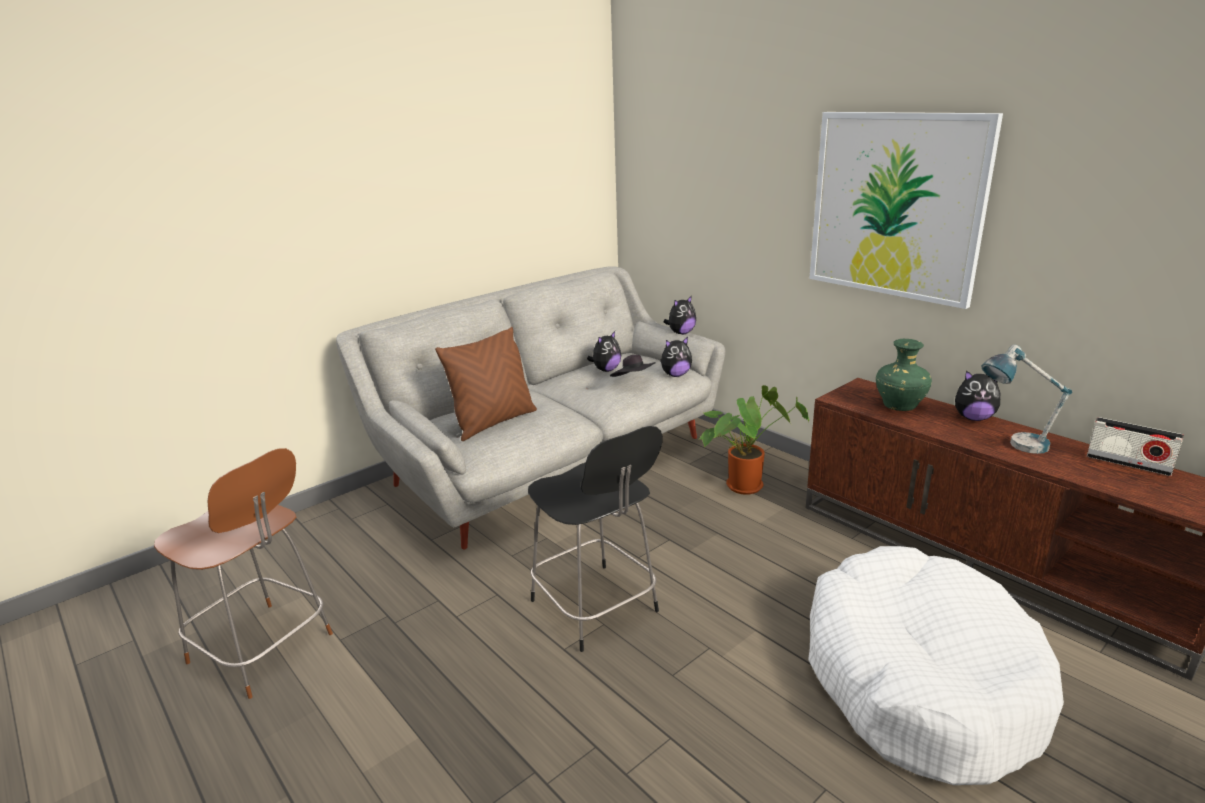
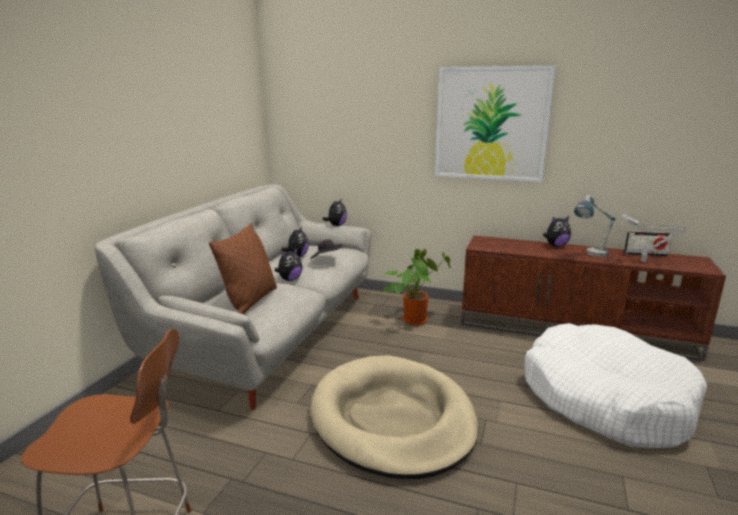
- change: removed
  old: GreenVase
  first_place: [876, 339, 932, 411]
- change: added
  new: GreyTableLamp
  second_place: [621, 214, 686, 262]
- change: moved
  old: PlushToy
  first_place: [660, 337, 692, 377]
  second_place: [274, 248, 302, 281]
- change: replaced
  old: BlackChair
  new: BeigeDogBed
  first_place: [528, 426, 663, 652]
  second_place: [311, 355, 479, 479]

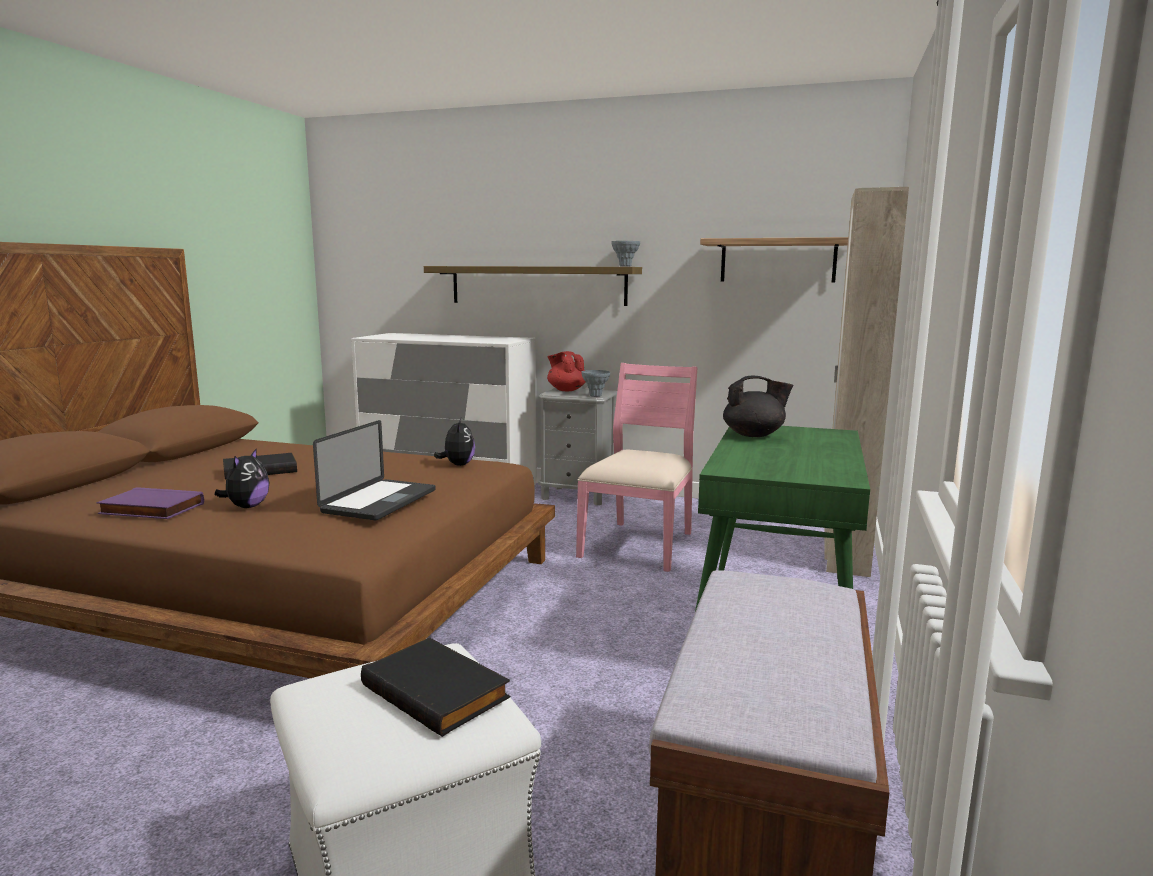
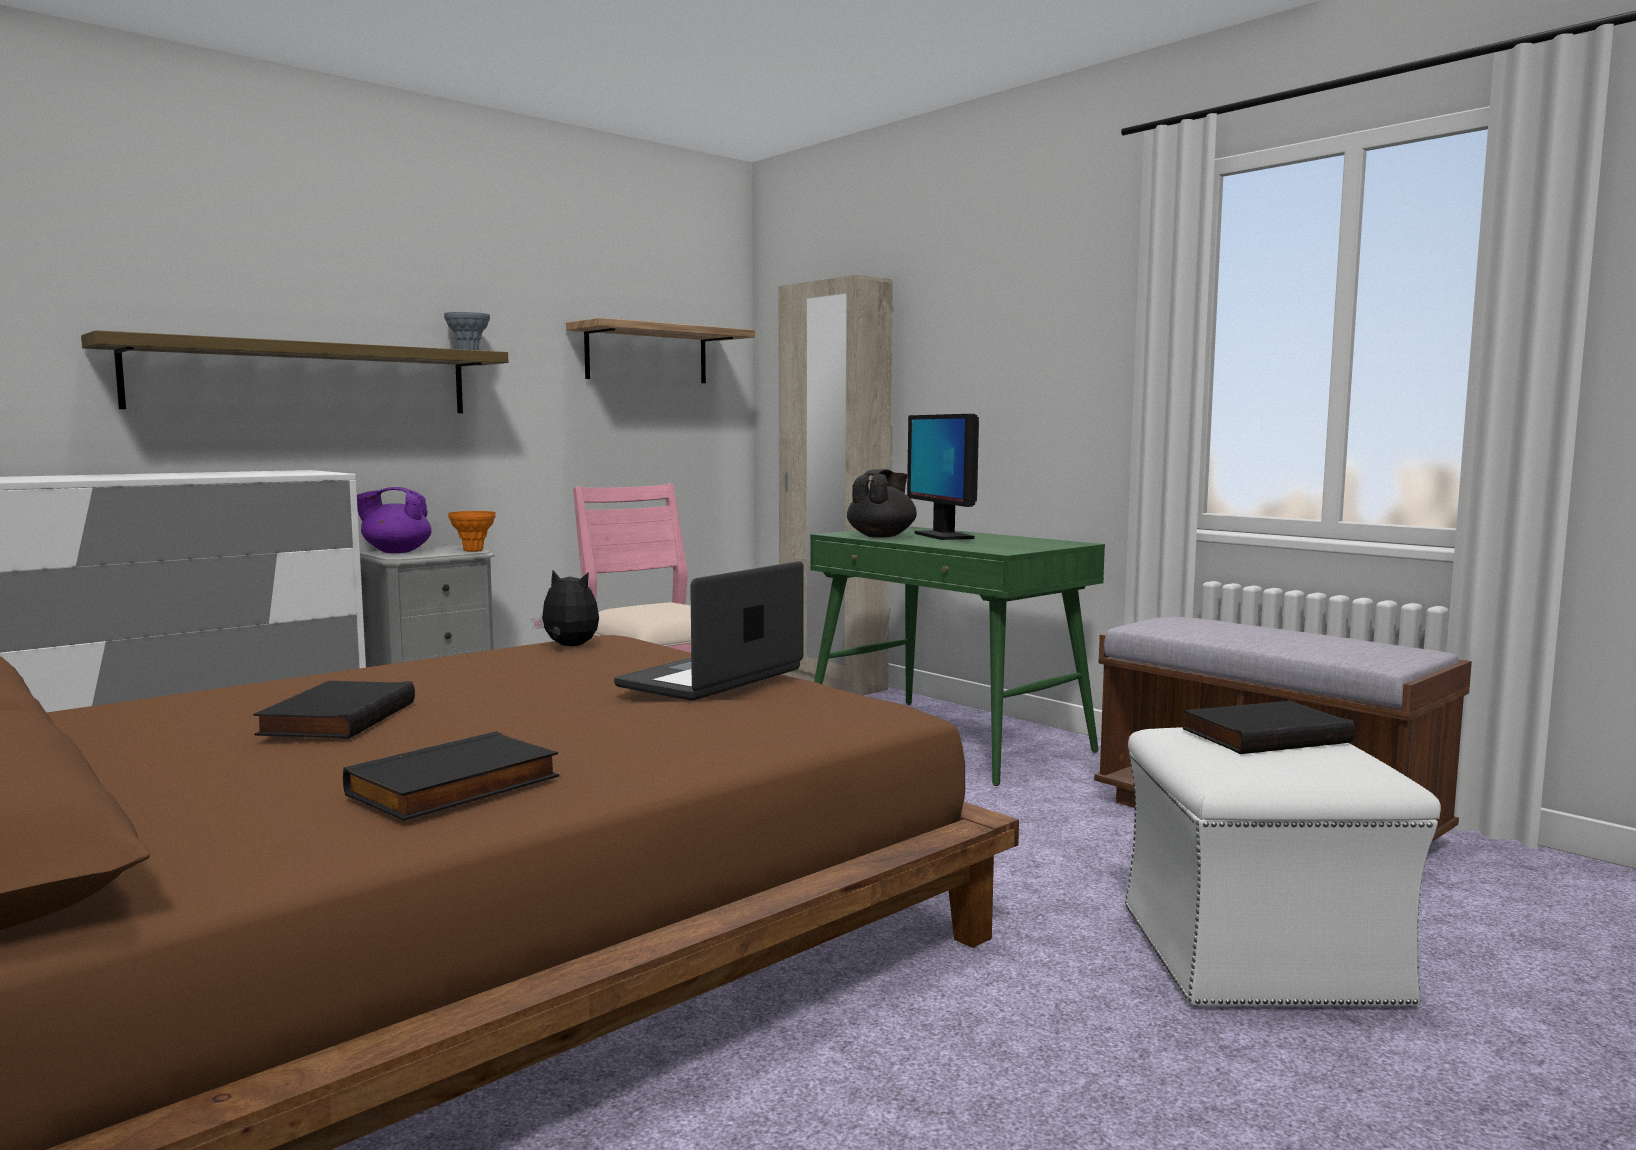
- change: removed
  old: PlushToy
  first_place: [214, 448, 269, 508]
- change: added
  new: Monitor
  second_place: [907, 414, 979, 540]
- change: recoloured
  old: PurpleBook
  new: BlackBook
  first_place: [96, 487, 204, 519]
  second_place: [343, 731, 559, 821]
- change: recoloured
  old: RedTeapot
  new: PurpleTeapot
  first_place: [547, 351, 585, 391]
  second_place: [357, 487, 432, 553]
- change: recoloured
  old: GreyVase
  new: OrangeVase
  first_place: [581, 370, 610, 397]
  second_place: [448, 511, 496, 552]
- change: turned
  old: Laptop
  first_place: [313, 420, 436, 521]
  second_place: [614, 561, 804, 701]
  degrees: -105

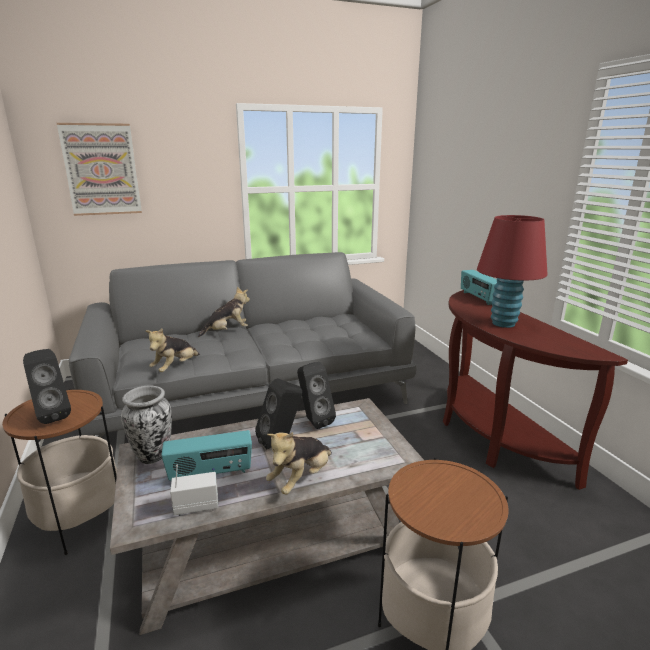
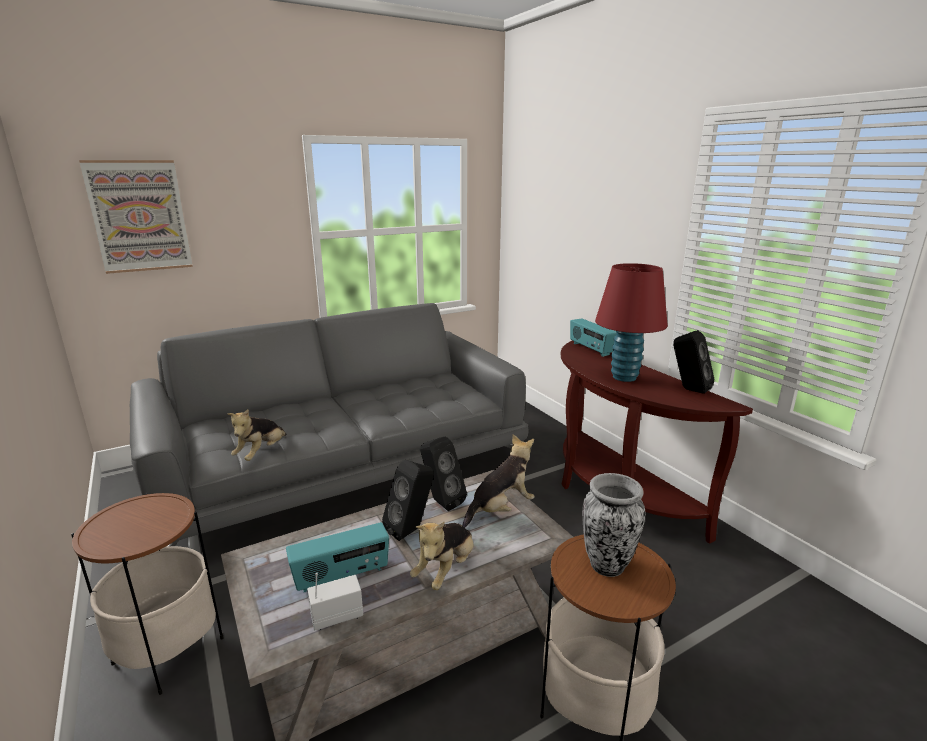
- change: moved
  old: BlackSpeaker
  first_place: [23, 349, 71, 424]
  second_place: [673, 330, 714, 394]
- change: moved
  old: Vase
  first_place: [121, 386, 172, 464]
  second_place: [582, 473, 645, 577]
- change: moved
  old: PlushToy
  first_place: [198, 287, 250, 337]
  second_place: [462, 434, 534, 528]

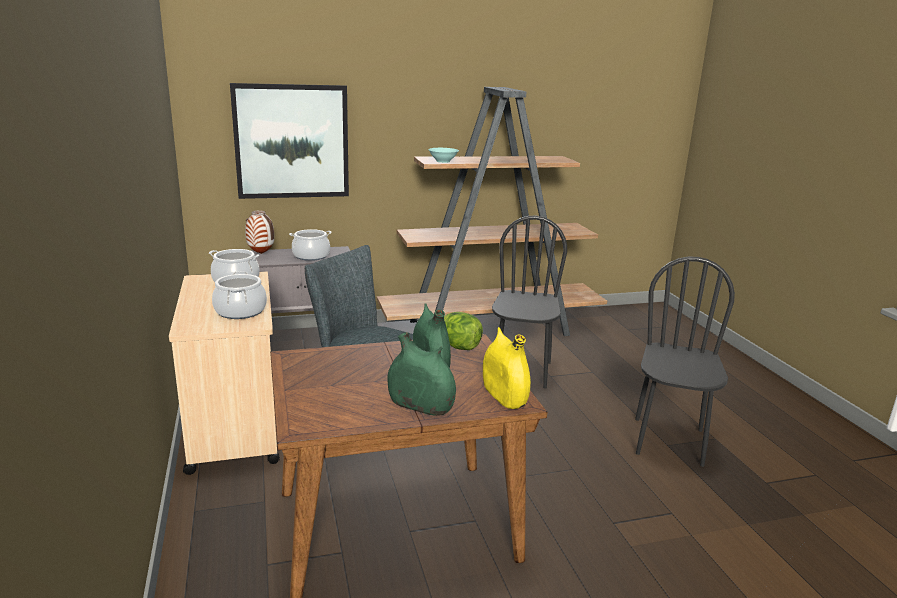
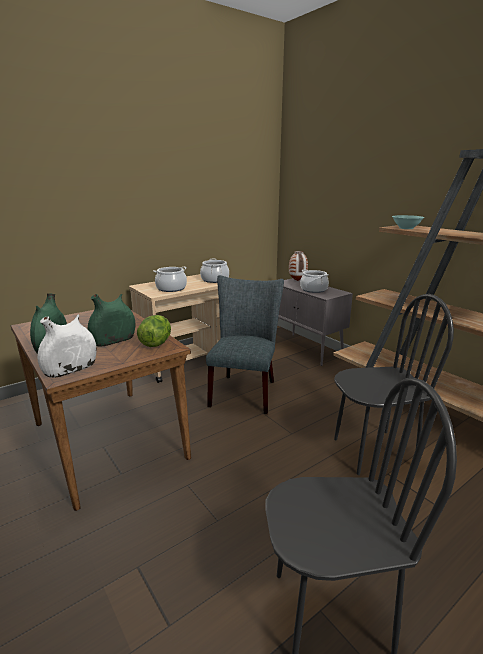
- change: removed
  old: Picture
  first_place: [230, 83, 349, 199]
- change: recoloured
  old: YellowVase
  new: WhiteVase
  first_place: [483, 327, 531, 409]
  second_place: [38, 315, 97, 378]

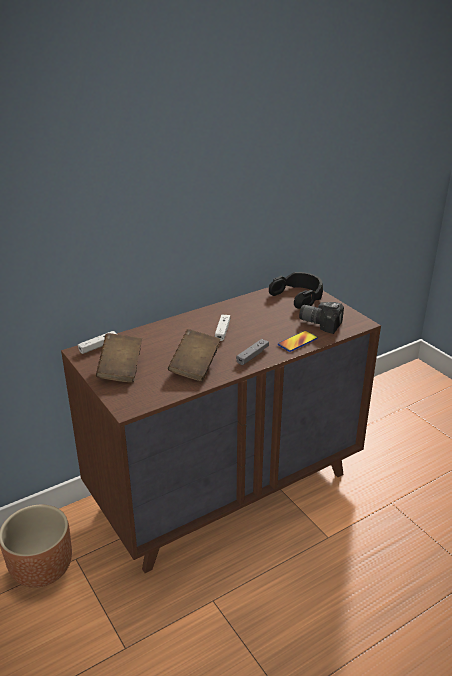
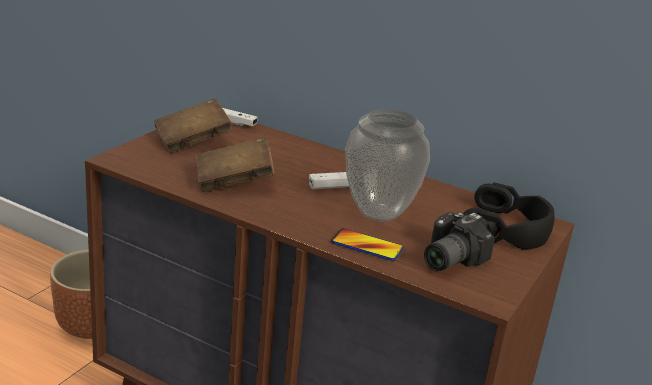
- change: removed
  old: GreyGameController
  first_place: [236, 339, 269, 365]
- change: added
  new: Vase
  second_place: [345, 109, 430, 221]
- change: turned
  old: PhotoCamera
  first_place: [299, 302, 344, 334]
  second_place: [424, 212, 495, 271]
  degrees: -135

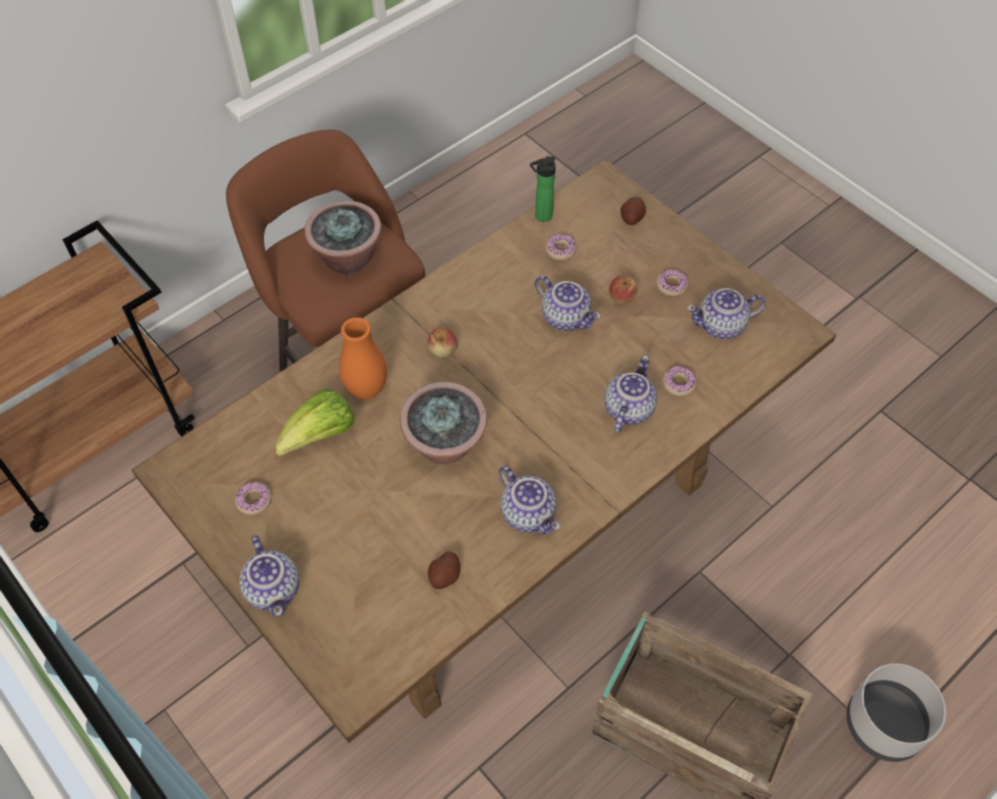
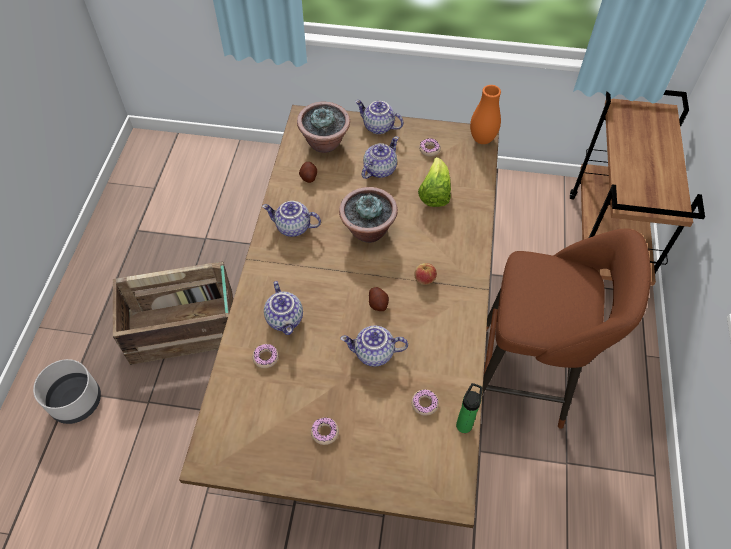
- change: removed
  old: Apple
  first_place: [609, 276, 637, 305]
- change: moved
  old: PottedPlant
  first_place: [304, 201, 382, 274]
  second_place: [297, 102, 350, 153]
- change: moved
  old: OrangeVase
  first_place: [339, 317, 387, 399]
  second_place: [470, 85, 501, 144]
- change: moved
  old: Potato
  first_place: [620, 197, 646, 225]
  second_place: [369, 287, 389, 311]
- change: moved
  old: Teapot
  first_place: [687, 288, 766, 339]
  second_place: [362, 136, 399, 179]

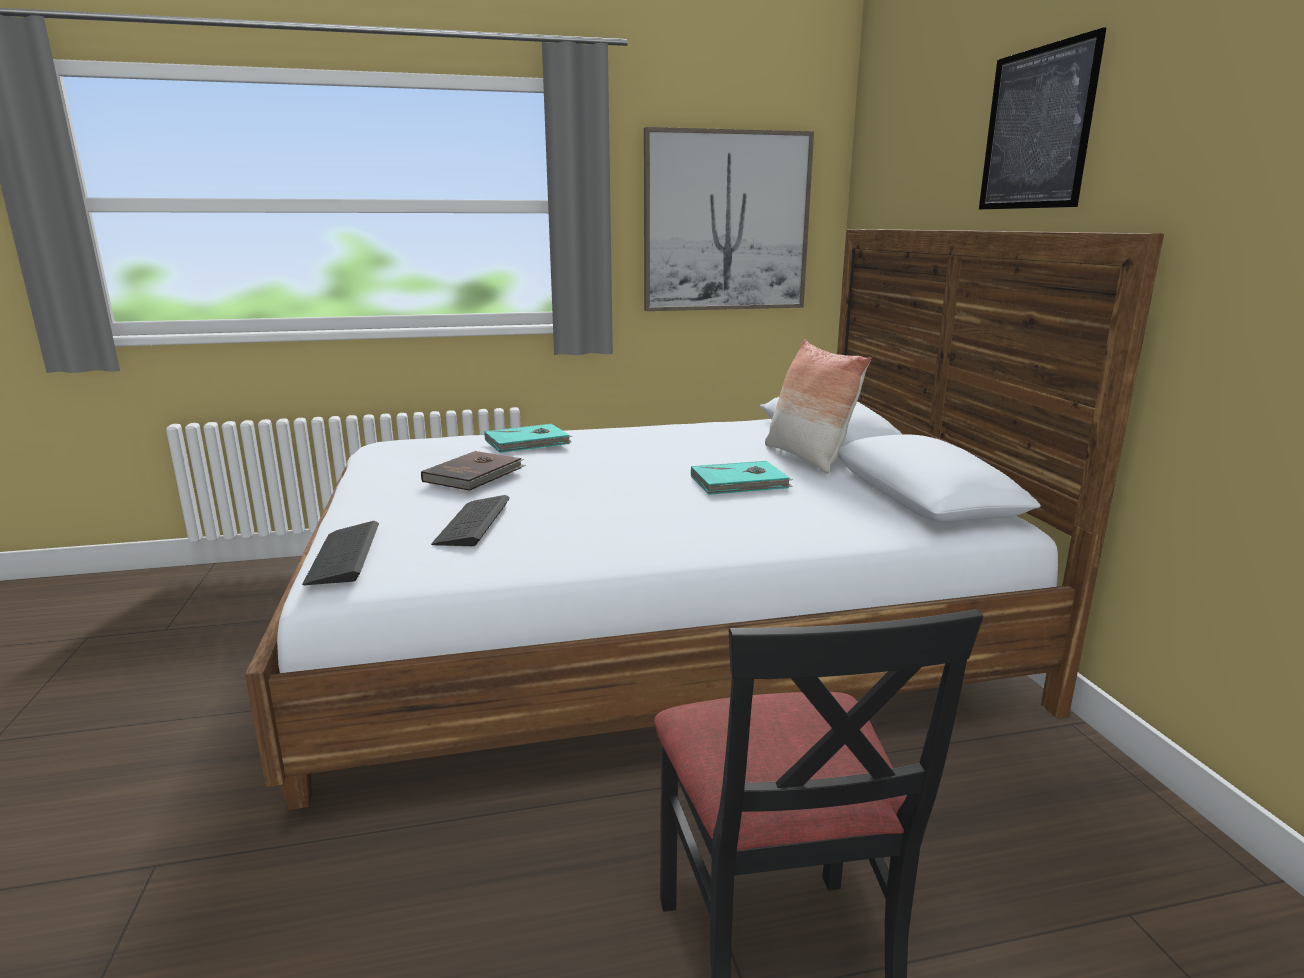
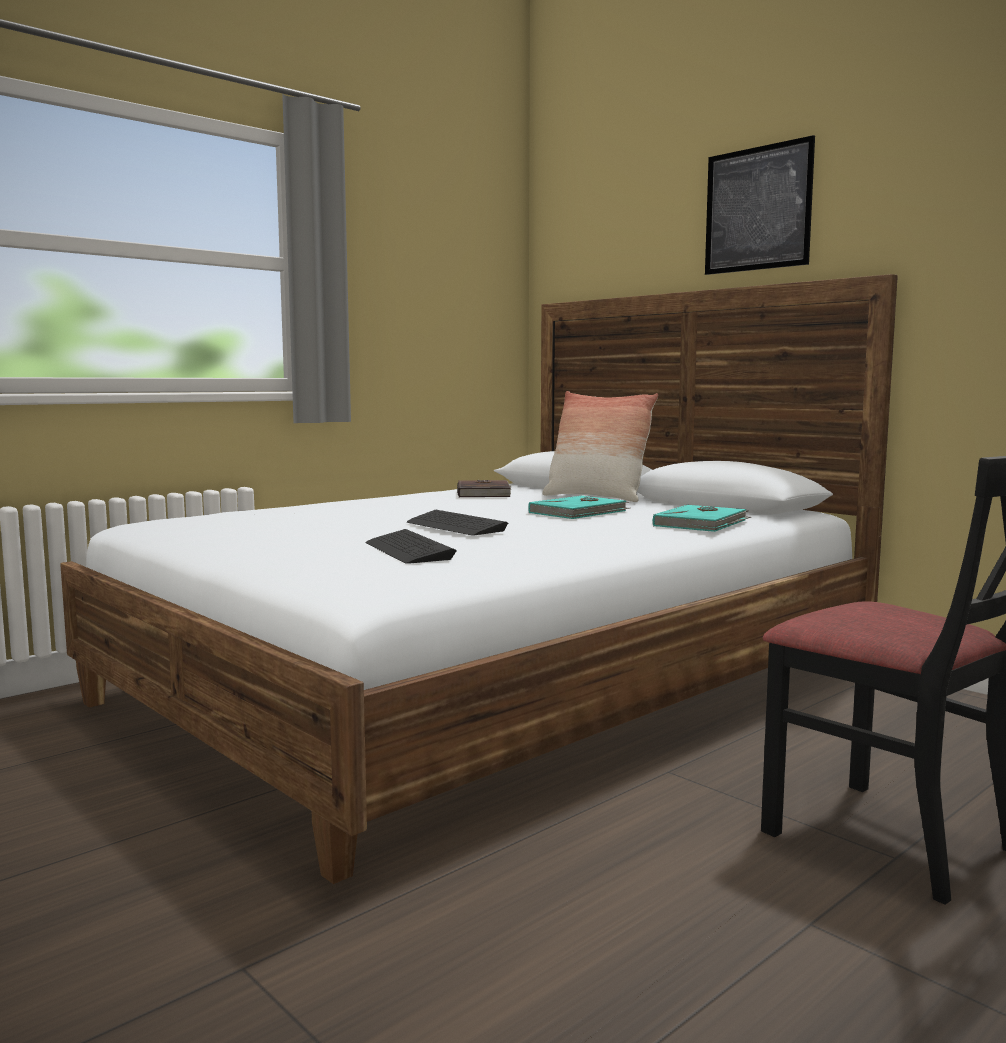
- change: removed
  old: Picture
  first_place: [644, 127, 814, 311]
- change: moved
  old: Keyboard
  first_place: [302, 521, 379, 585]
  second_place: [407, 510, 508, 535]
- change: moved
  old: BrownBook
  first_place: [421, 451, 526, 491]
  second_place: [457, 480, 511, 497]
- change: moved
  old: TurquoiseBook
  first_place: [485, 424, 572, 453]
  second_place: [653, 505, 751, 532]

